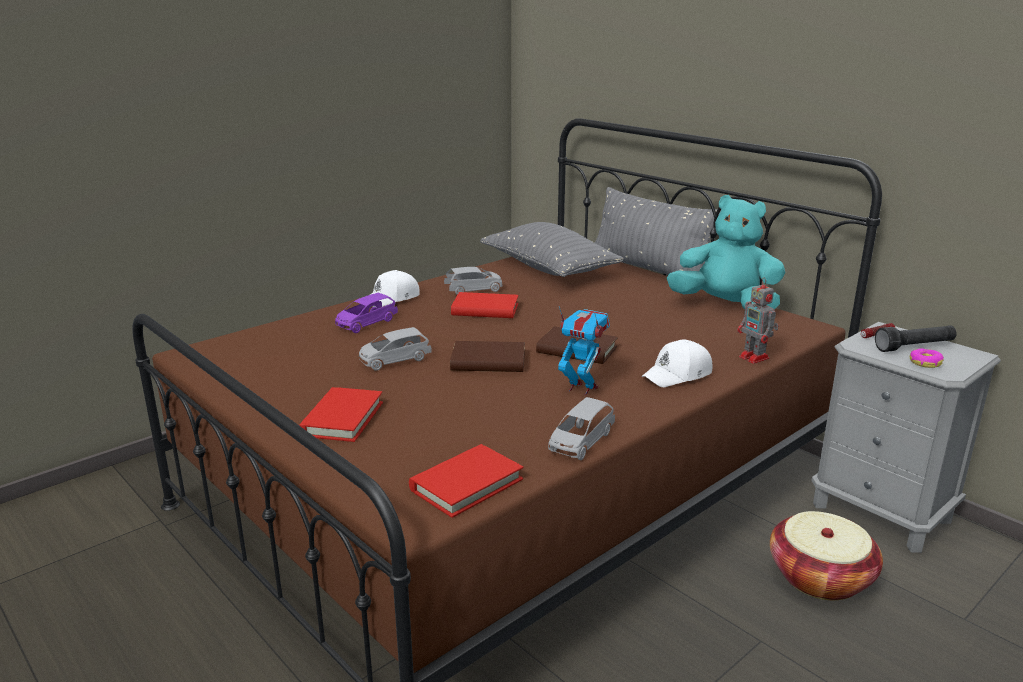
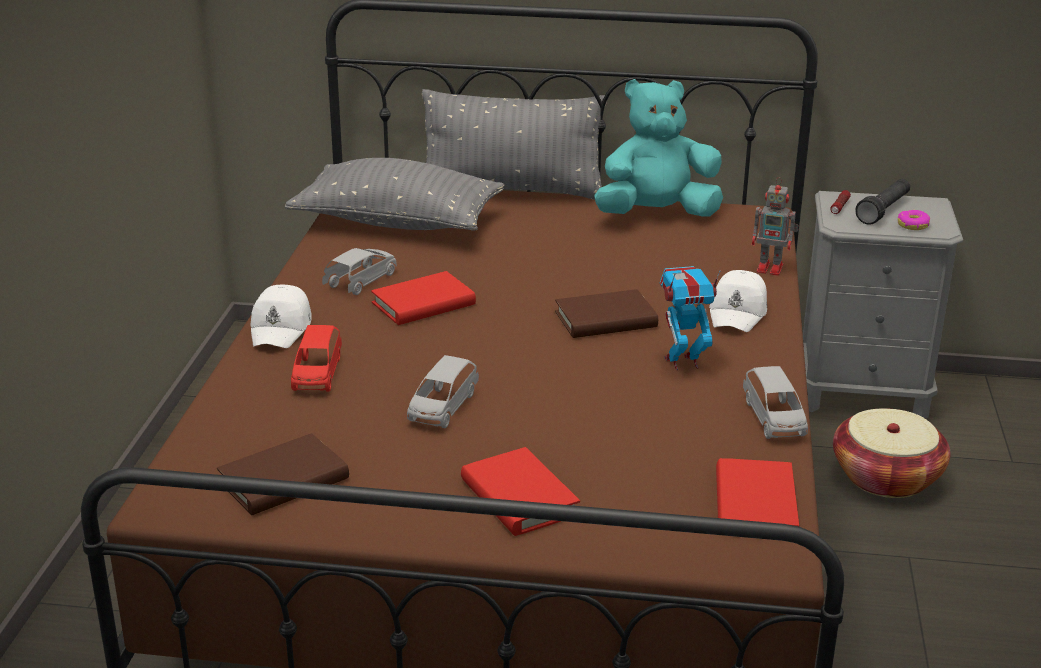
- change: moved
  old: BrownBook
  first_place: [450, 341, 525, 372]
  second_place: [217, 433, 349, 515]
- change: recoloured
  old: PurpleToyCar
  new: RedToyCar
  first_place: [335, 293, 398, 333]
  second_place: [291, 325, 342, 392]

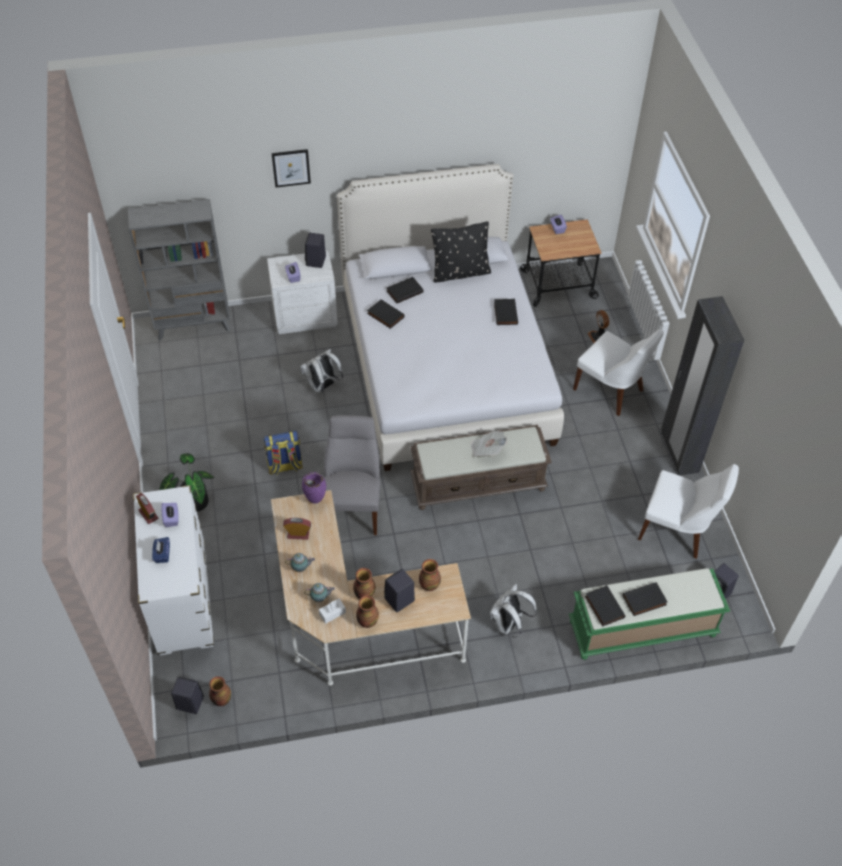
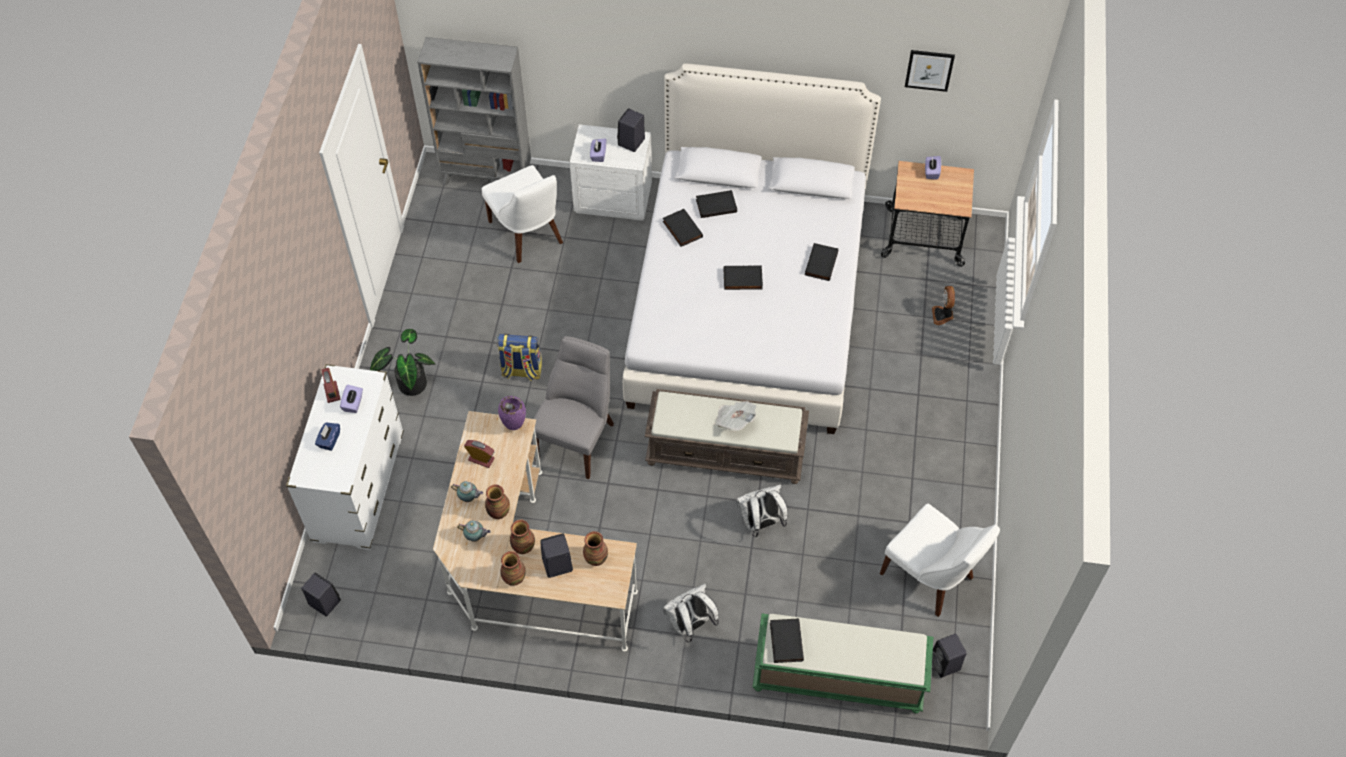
- change: removed
  old: WhiteTissueBox
  first_place: [319, 599, 346, 624]
- change: removed
  old: BlackPillow
  first_place: [431, 221, 491, 282]
- change: removed
  old: BlackWardrobe
  first_place: [661, 296, 744, 476]
- change: moved
  old: Vase
  first_place: [209, 676, 231, 706]
  second_place: [485, 484, 510, 519]
- change: moved
  old: Picture
  first_place: [271, 149, 311, 188]
  second_place: [905, 50, 955, 92]
- change: moved
  old: WhiteBackpack
  first_place: [300, 349, 343, 393]
  second_place: [736, 484, 788, 537]
- change: moved
  old: WhiteChair
  first_place: [573, 329, 664, 416]
  second_place: [482, 165, 563, 263]
- change: moved
  old: BlackBook
  first_place: [623, 582, 668, 616]
  second_place: [724, 265, 763, 290]

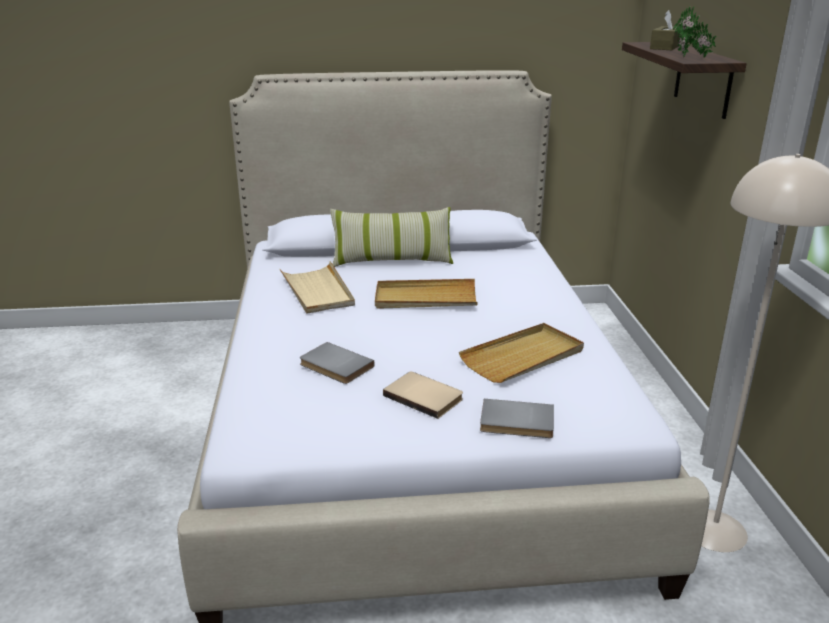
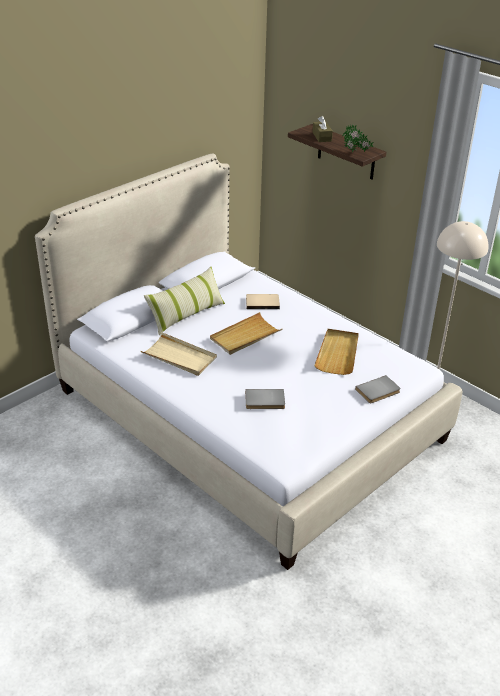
- change: moved
  old: BeigeBook
  first_place: [383, 372, 463, 419]
  second_place: [246, 294, 280, 309]

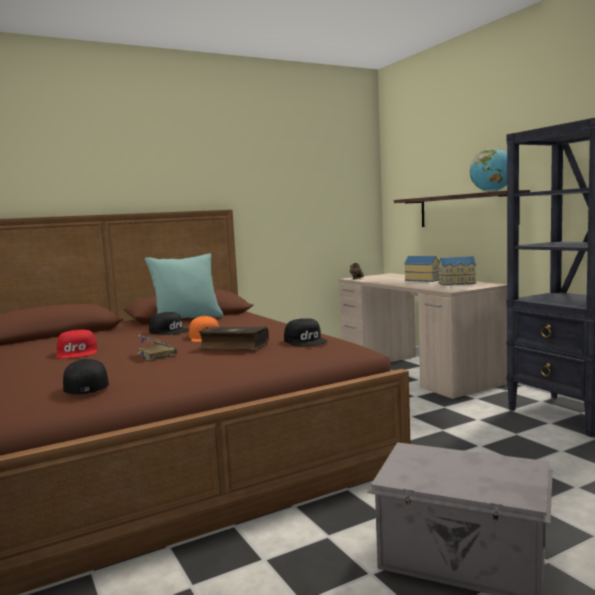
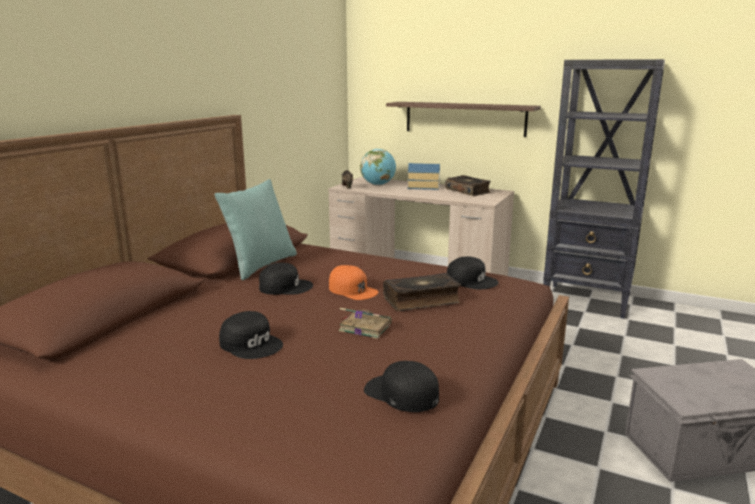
- change: moved
  old: Globe
  first_place: [470, 148, 507, 192]
  second_place: [360, 149, 396, 185]
- change: replaced
  old: ToyHouse
  new: Book
  first_place: [438, 256, 476, 285]
  second_place: [445, 175, 491, 196]
- change: recoloured
  old: RedCap
  new: BlackCap
  first_place: [56, 330, 97, 359]
  second_place: [219, 311, 283, 359]

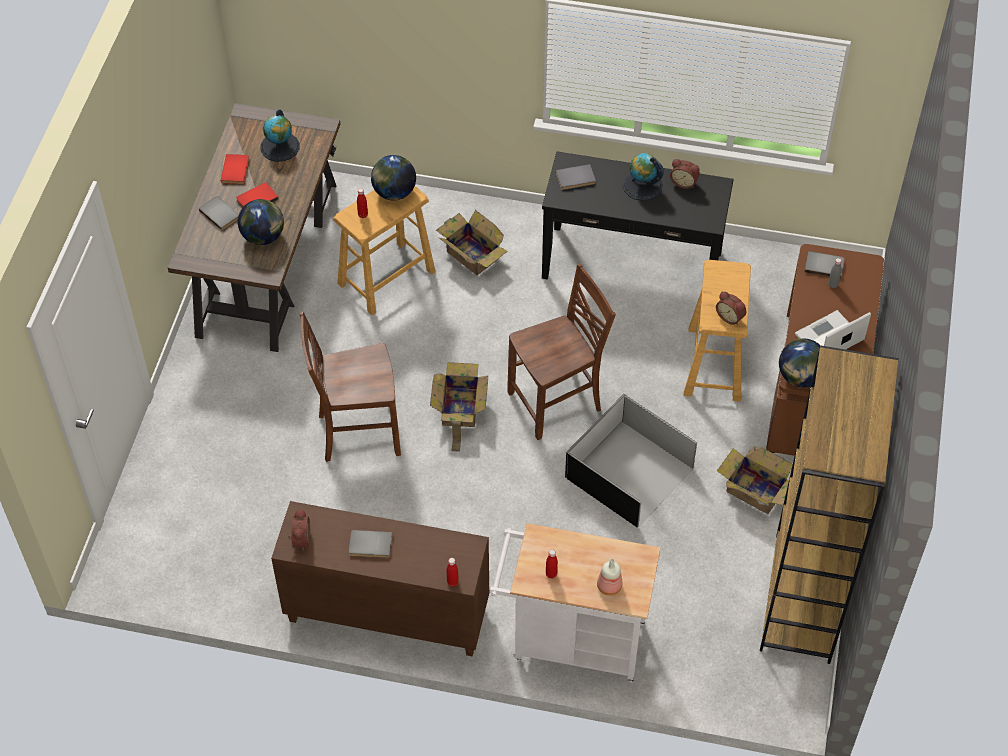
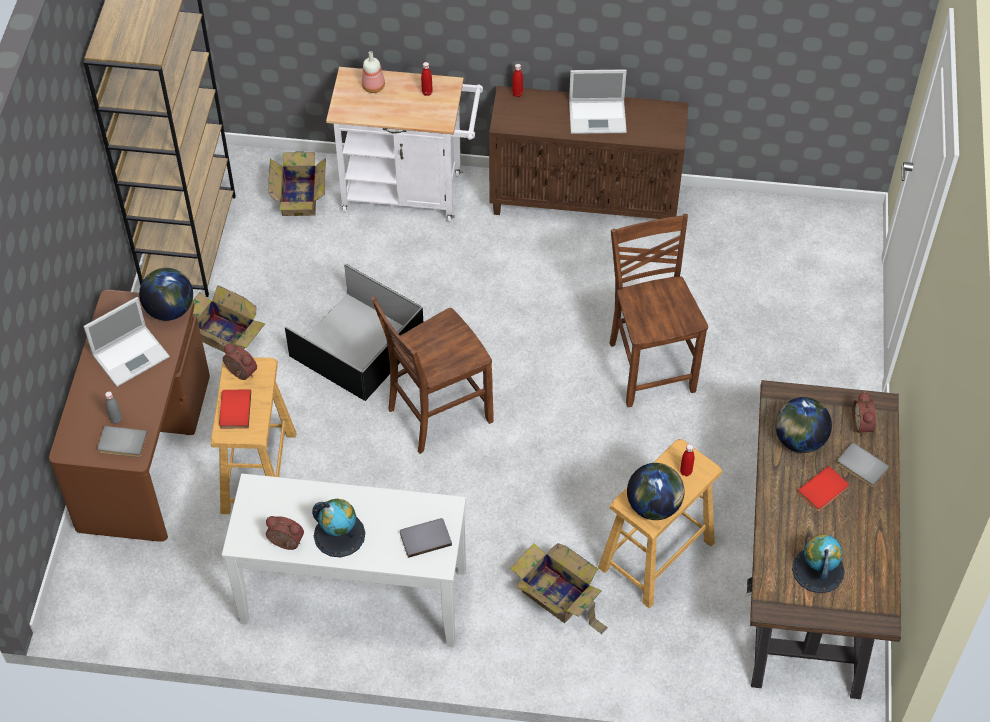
- change: moved
  old: RedBook
  first_place: [221, 154, 249, 184]
  second_place: [219, 389, 251, 429]
- change: moved
  old: AlarmClock
  first_place: [288, 509, 310, 551]
  second_place: [852, 391, 876, 436]
- change: moved
  old: CardboardBox
  first_place: [430, 362, 488, 452]
  second_place: [268, 151, 326, 216]
- change: replaced
  old: GreyBook
  new: Laptop
  first_place: [349, 530, 393, 558]
  second_place: [569, 69, 627, 134]
- change: recoloured
  old: BlackConsoleTable
  new: WhiteConsoleTable
  first_place: [542, 151, 734, 279]
  second_place: [222, 473, 466, 647]
- change: turned
  old: BrownChair
  first_place: [299, 312, 401, 462]
  second_place: [609, 214, 708, 407]
  degrees: -90

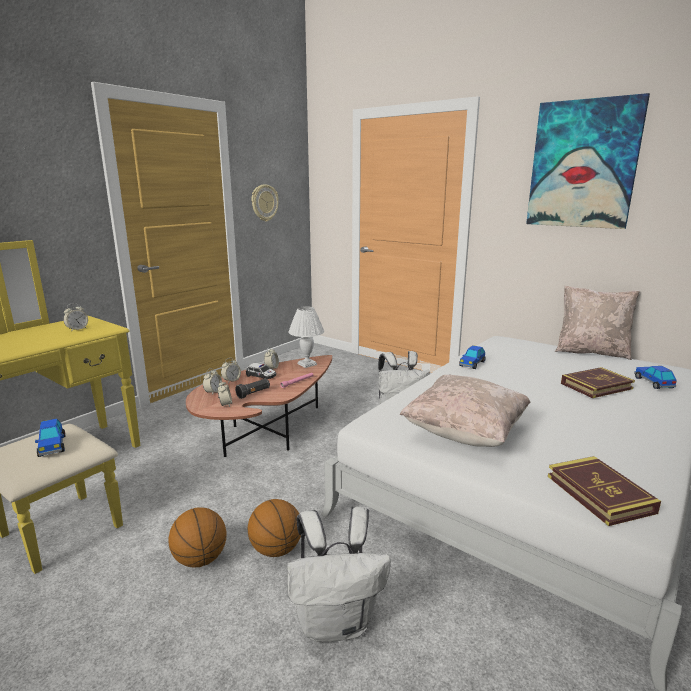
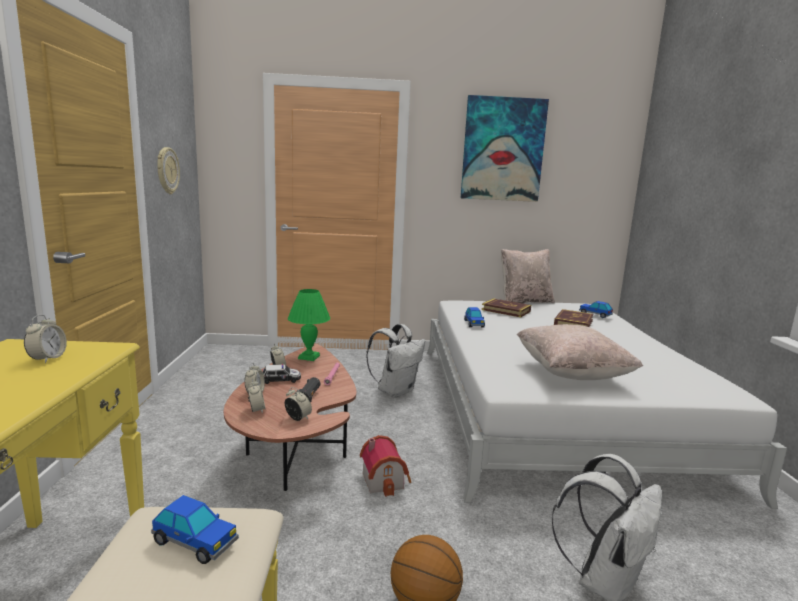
- change: removed
  old: Basketball
  first_place: [248, 499, 301, 557]
- change: added
  new: ToyHouse
  second_place: [360, 435, 411, 497]
- change: moved
  old: Book
  first_place: [548, 456, 661, 526]
  second_place: [482, 298, 531, 317]
- change: recoloured
  old: WhiteTableLamp
  new: GreenTableLamp
  first_place: [288, 306, 324, 368]
  second_place: [288, 289, 330, 361]

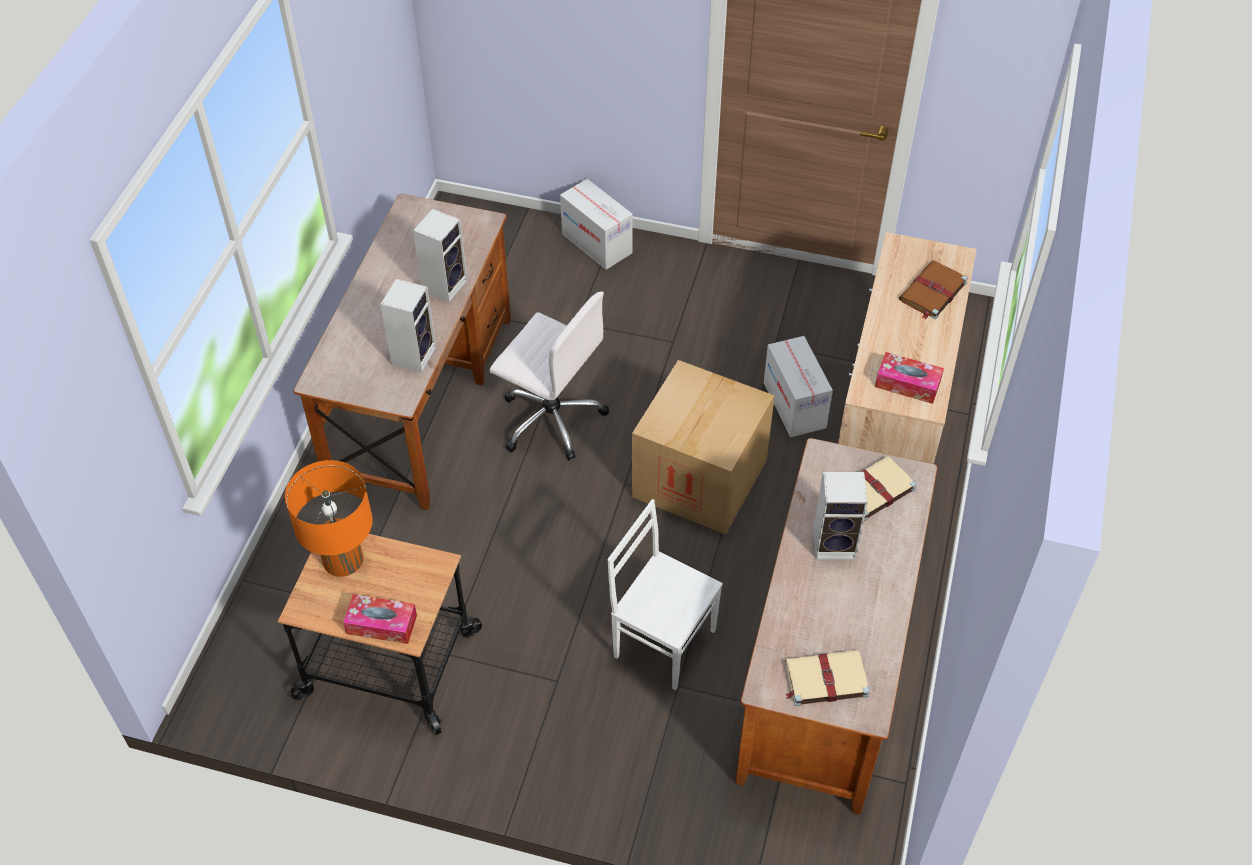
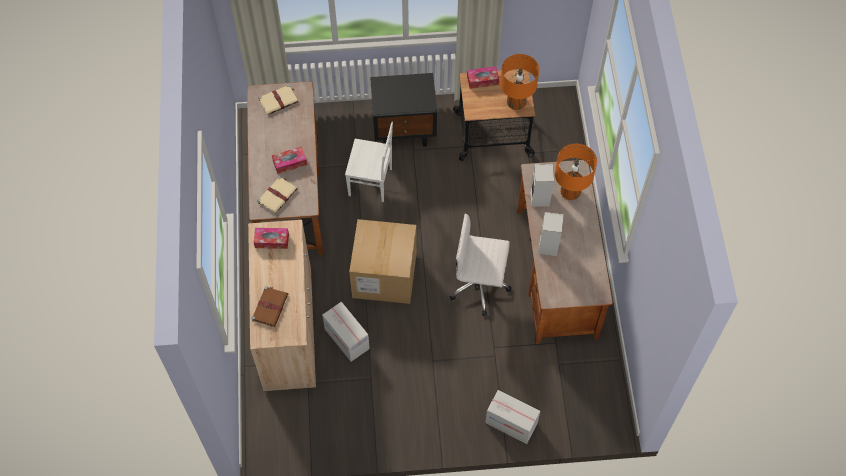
- change: added
  new: BlackNightstand
  second_place: [370, 73, 437, 147]
- change: added
  new: OrangeTableLamp
  second_place: [555, 144, 597, 200]
- change: replaced
  old: Speaker
  new: TissueBox
  first_place: [813, 472, 868, 559]
  second_place: [272, 146, 307, 174]

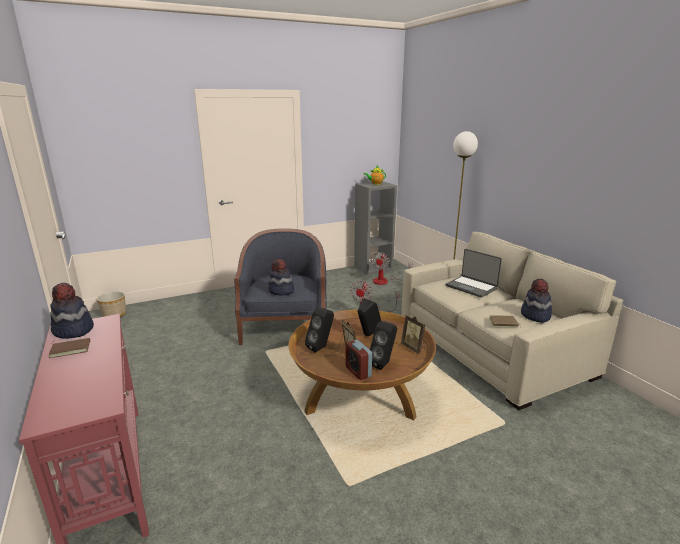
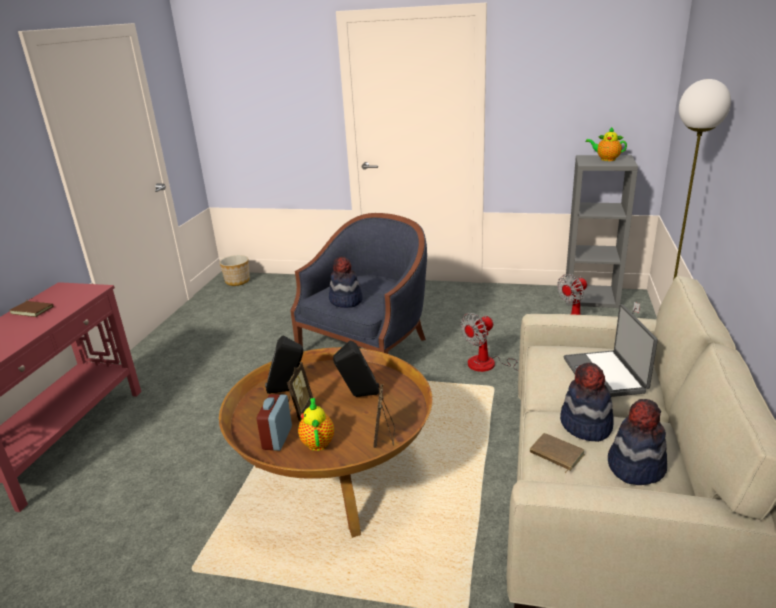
- change: moved
  old: Hat
  first_place: [50, 283, 94, 339]
  second_place: [560, 363, 614, 442]
- change: replaced
  old: BlackSpeaker
  new: Teapot
  first_place: [370, 321, 397, 370]
  second_place: [298, 398, 334, 451]

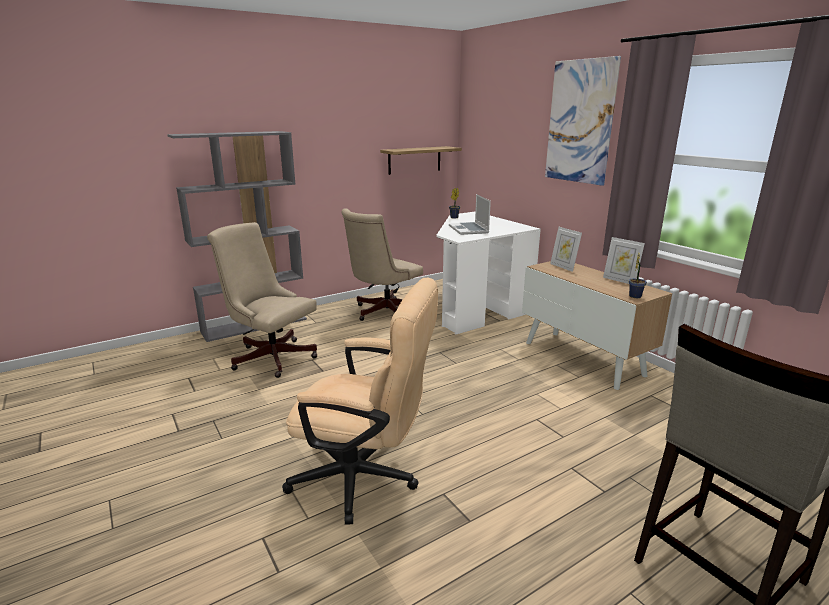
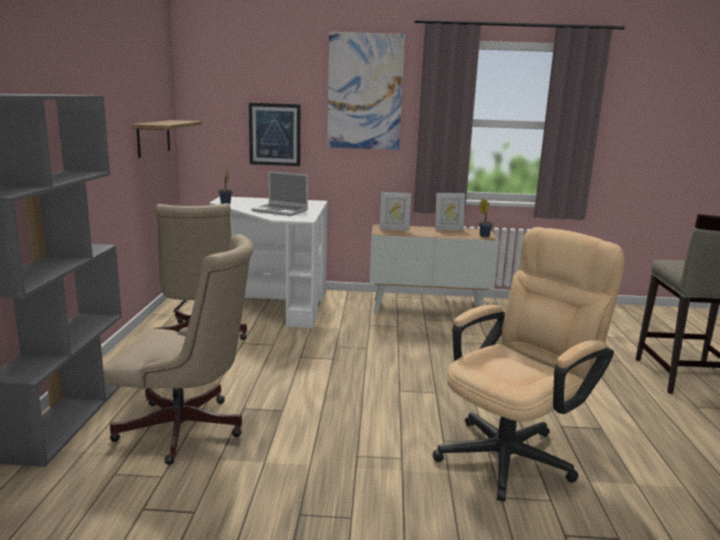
- change: added
  new: Picture
  second_place: [249, 103, 301, 166]
- change: turned
  old: BeigeOfficeChair
  first_place: [207, 222, 317, 378]
  second_place: [104, 234, 254, 465]
  degrees: -150

